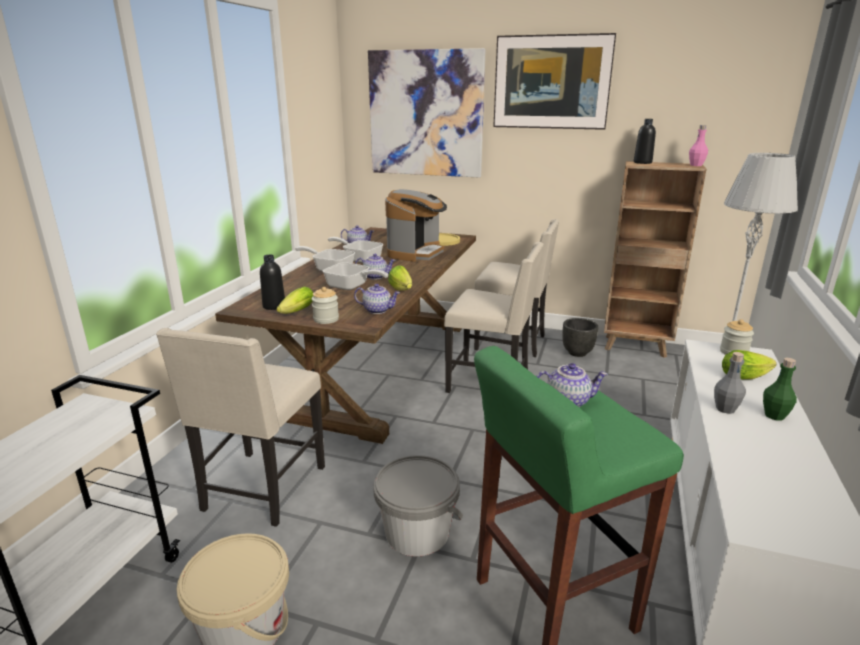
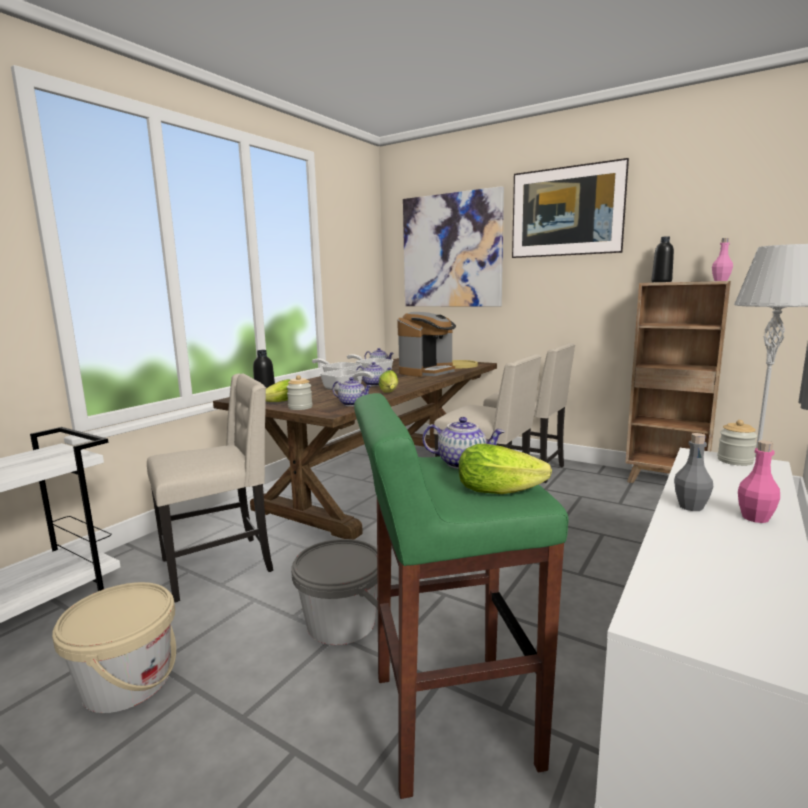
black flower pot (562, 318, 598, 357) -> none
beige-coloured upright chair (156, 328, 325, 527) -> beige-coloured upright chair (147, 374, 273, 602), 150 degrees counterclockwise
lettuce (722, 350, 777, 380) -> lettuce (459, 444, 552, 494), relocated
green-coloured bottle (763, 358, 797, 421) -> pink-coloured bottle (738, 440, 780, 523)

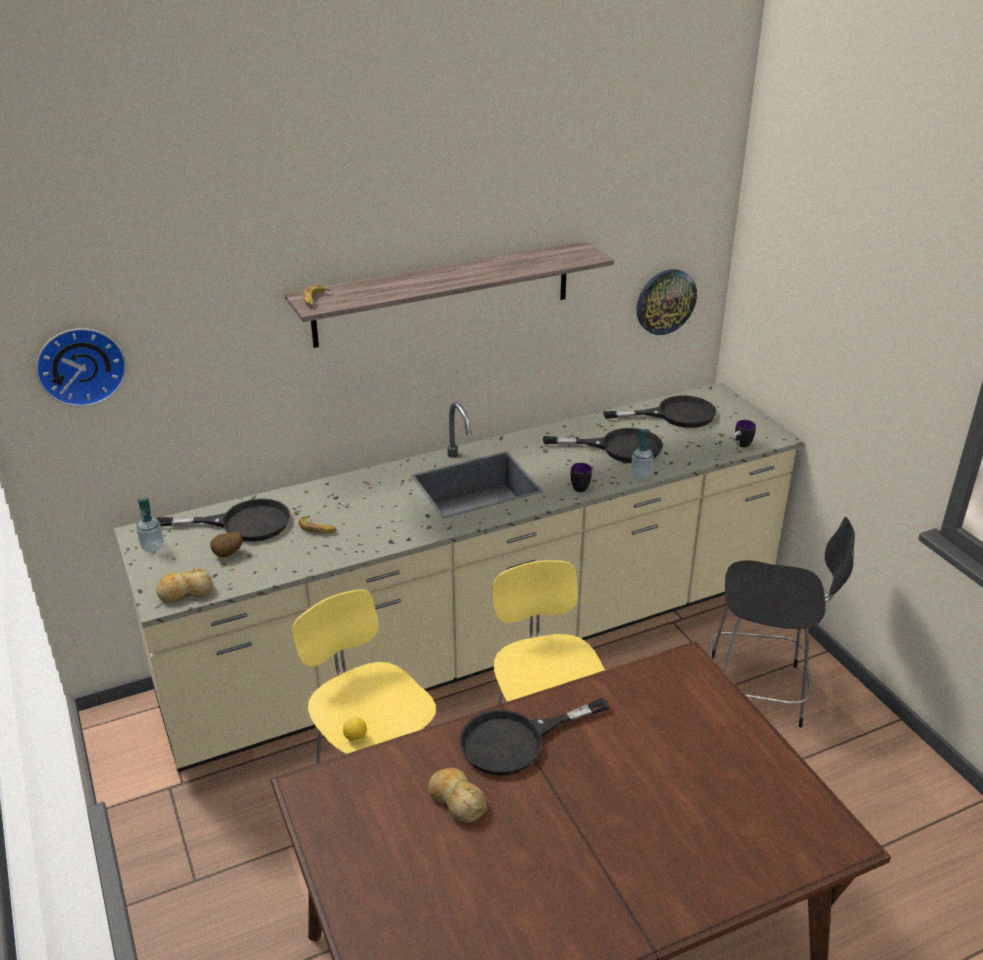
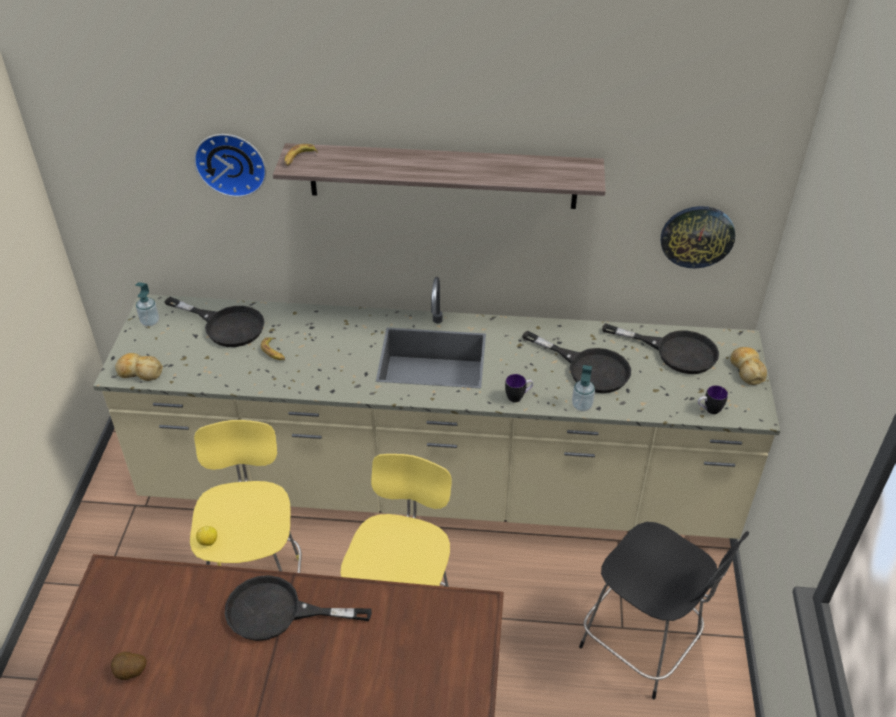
hanging clock (36, 328, 126, 407) -> hanging clock (194, 134, 266, 197), relocated
potato (210, 532, 243, 557) -> potato (111, 652, 147, 680), relocated
bakery bread (428, 768, 487, 823) -> bakery bread (730, 347, 767, 385), relocated

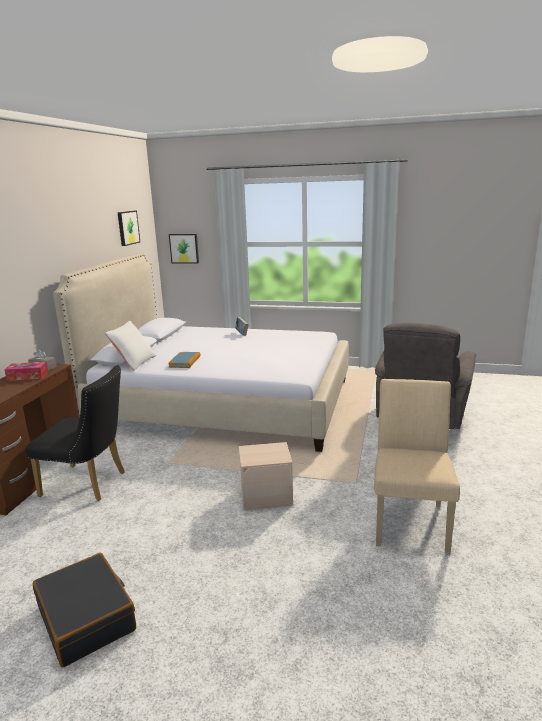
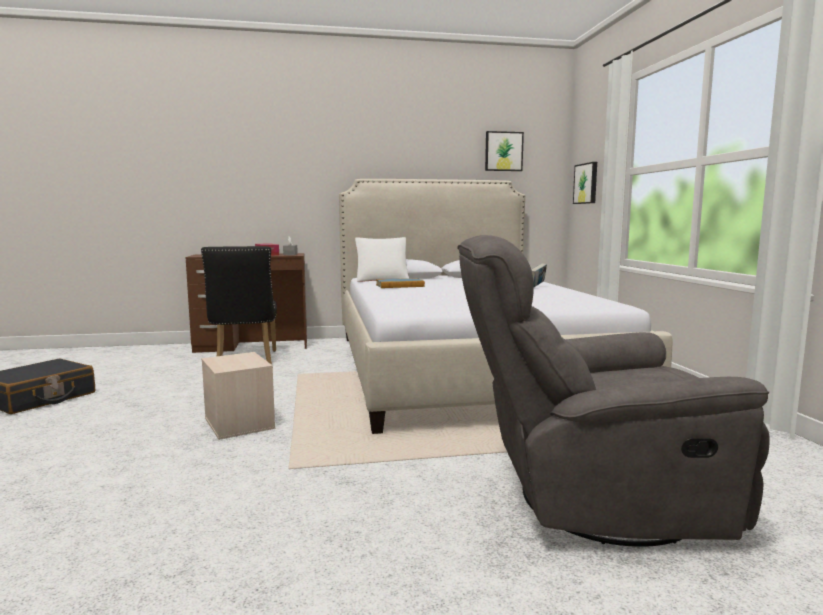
beige-coloured upright chair (374, 379, 460, 554) -> none

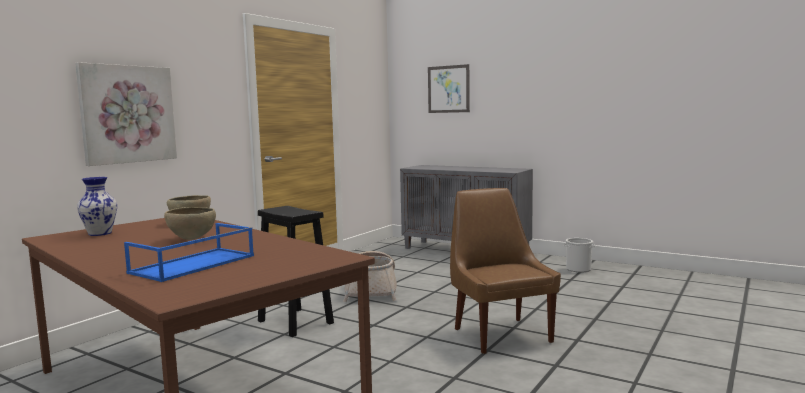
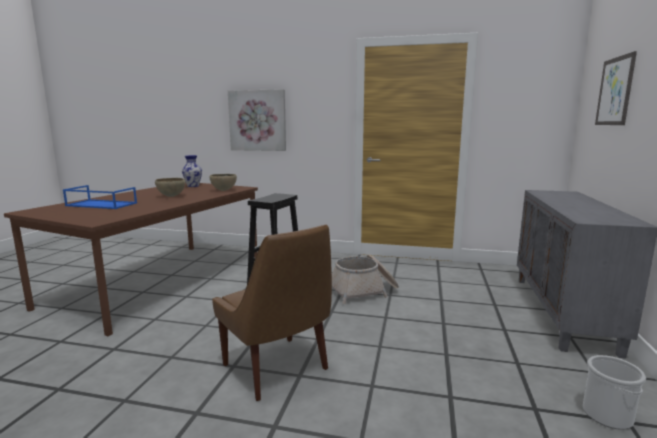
brownish upright chair (450, 188, 561, 354) -> brownish upright chair (212, 225, 332, 401), 90 degrees clockwise

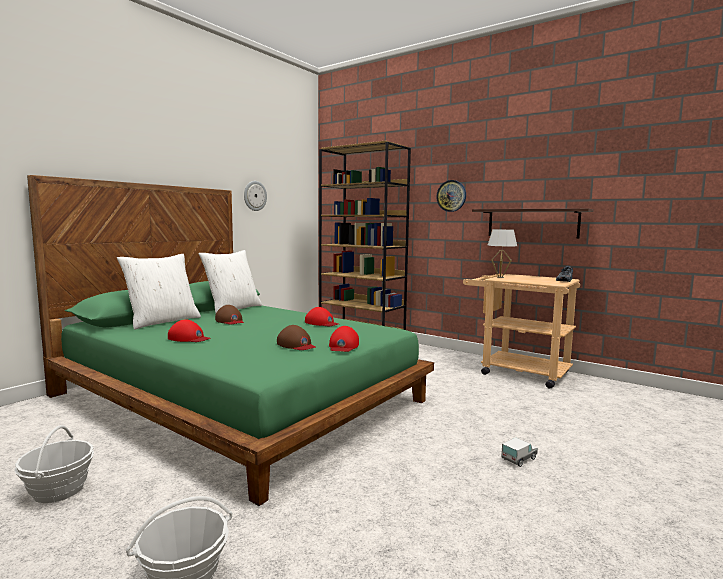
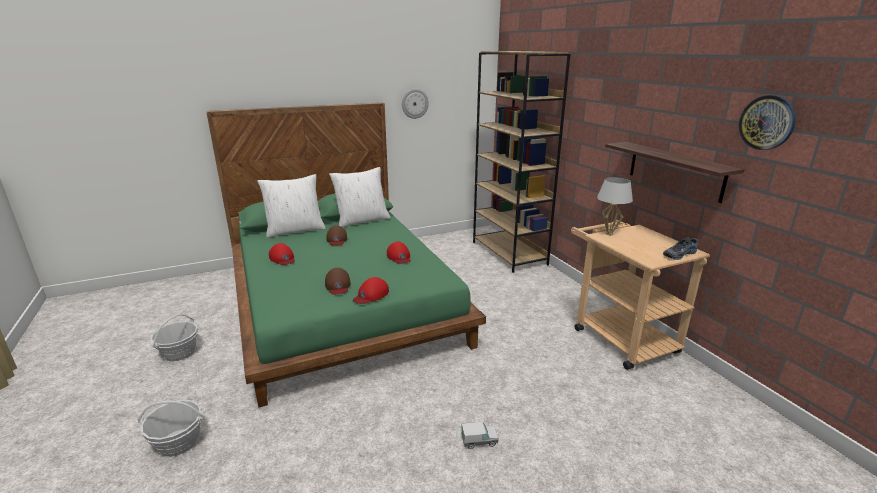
hanging clock (436, 180, 466, 212) -> hanging clock (739, 95, 796, 150), relocated

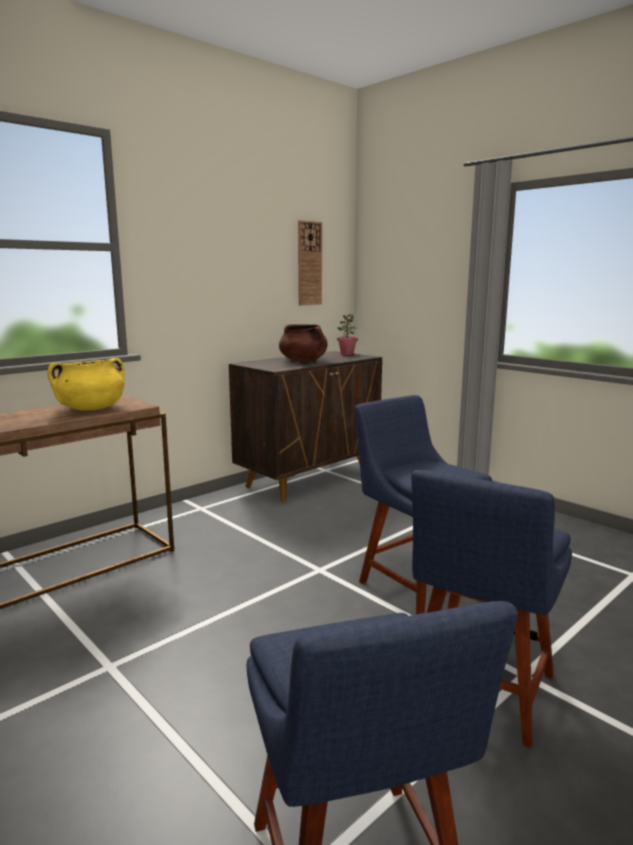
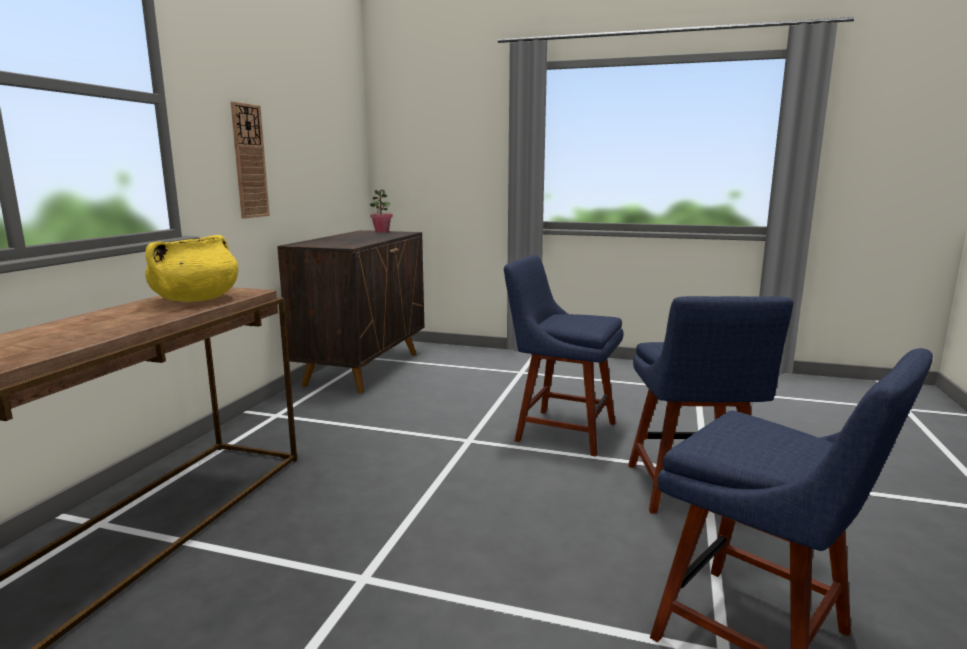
hanging clock (298, 220, 322, 305) -> hanging clock (231, 102, 270, 219), relocated
brownish cooking pot (279, 324, 328, 362) -> none

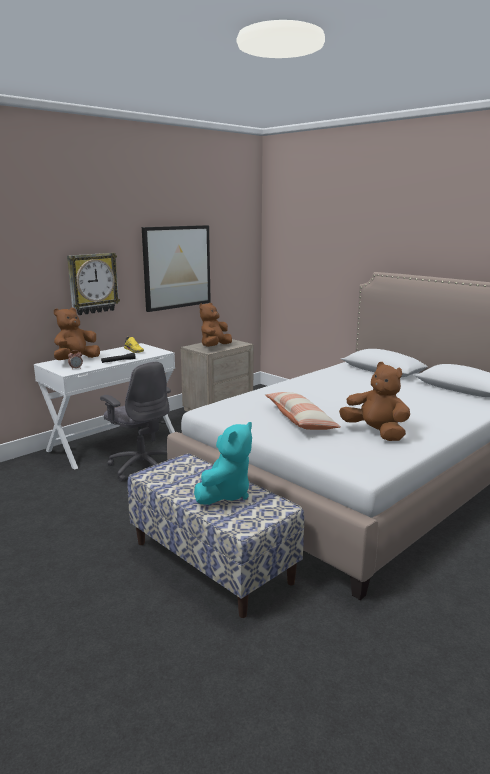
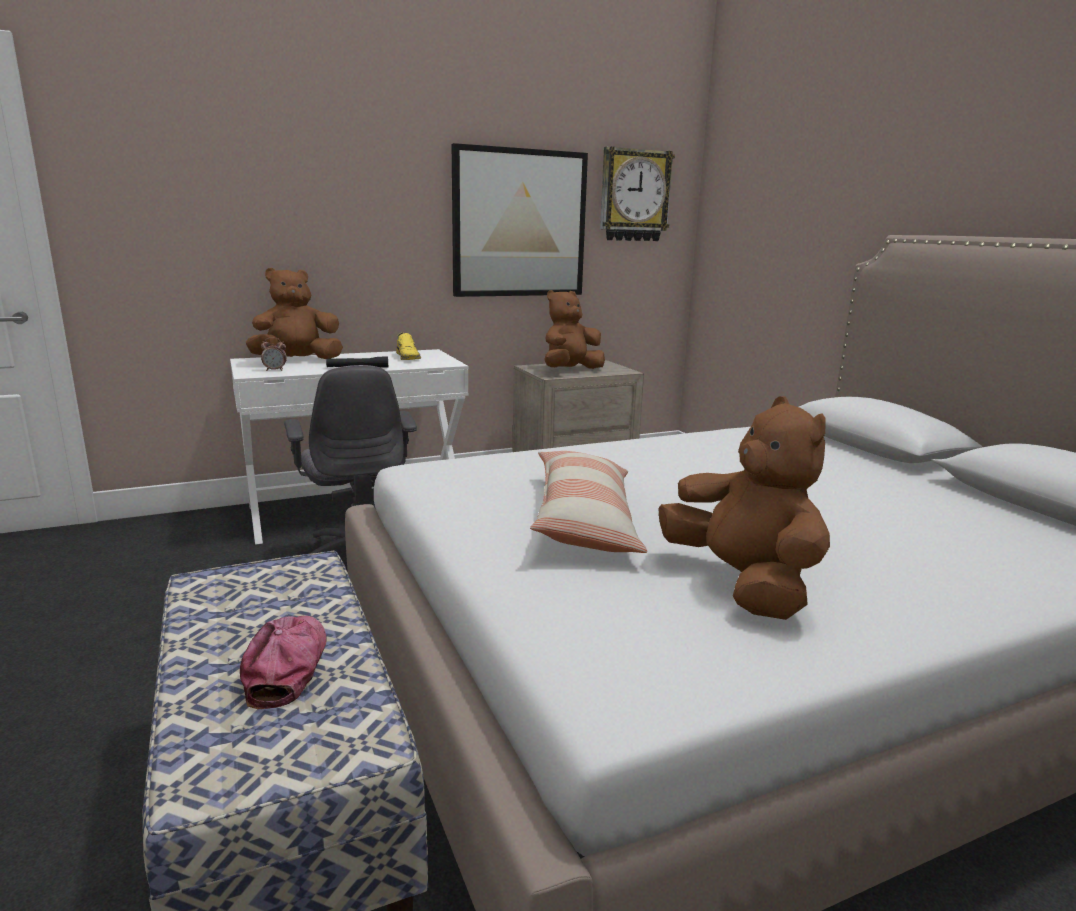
hanging clock (67, 253, 120, 315) -> hanging clock (600, 146, 675, 241), relocated
turquoise-coloured cuddly toy (194, 422, 252, 505) -> baseball cap (240, 616, 327, 709)

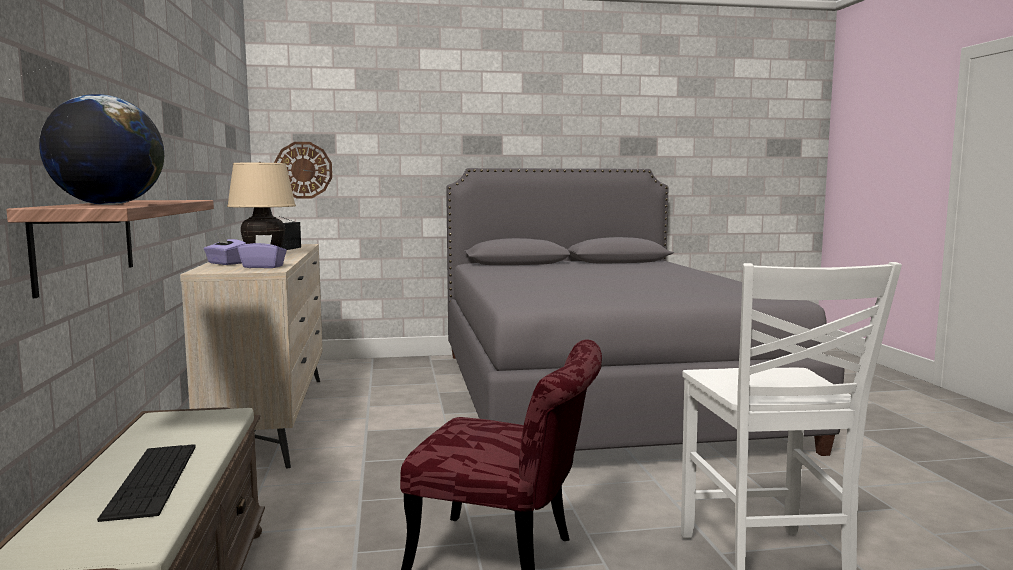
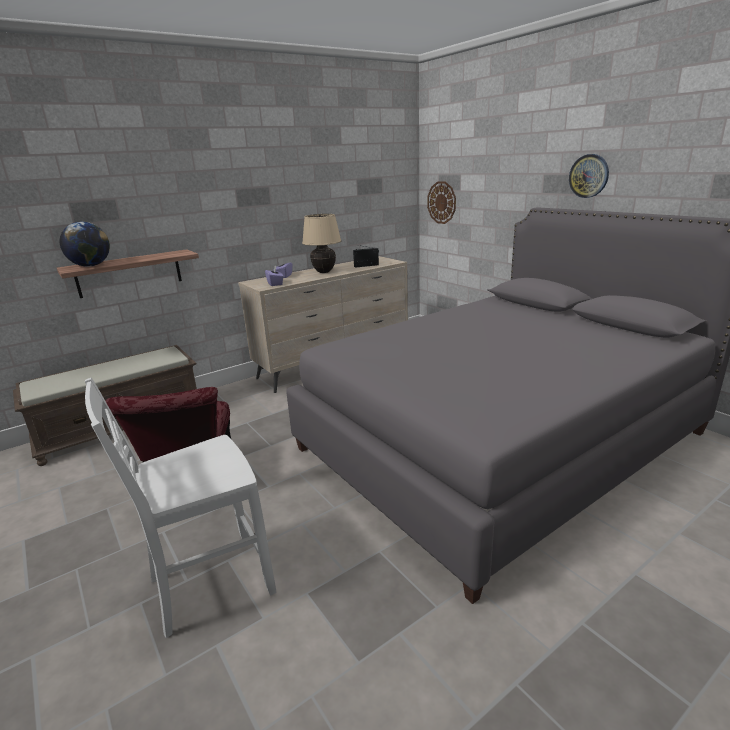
keyboard (97, 444, 196, 522) -> none
none -> hanging clock (569, 154, 609, 198)

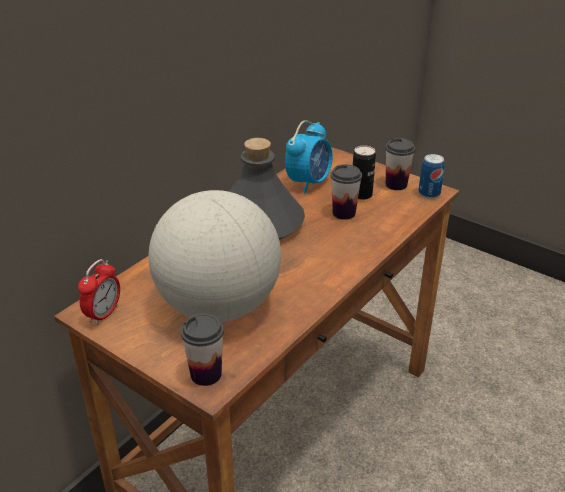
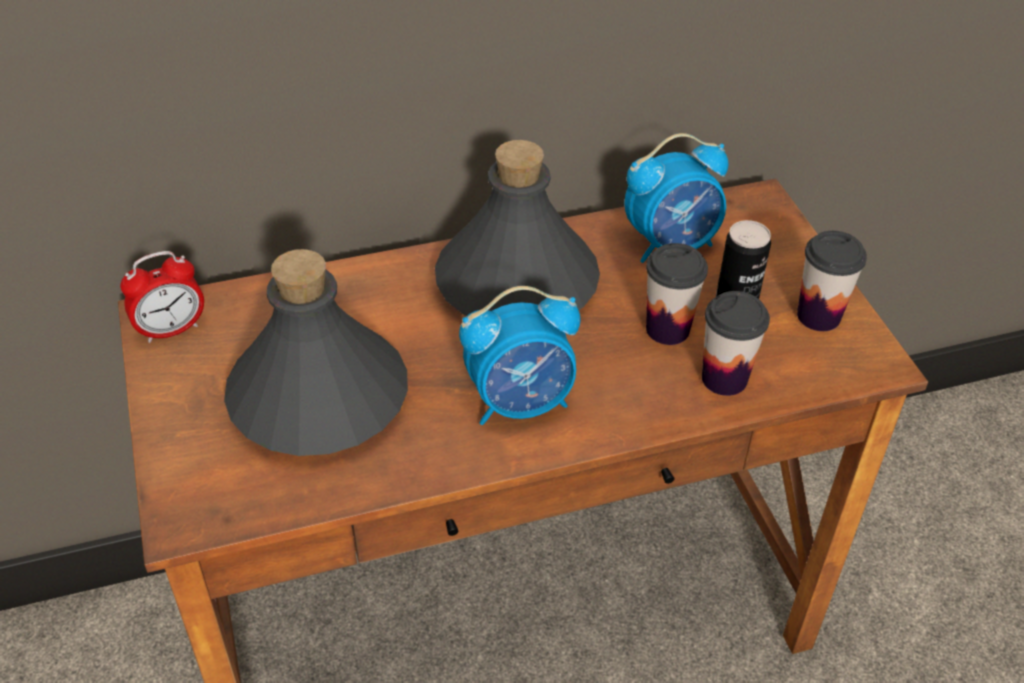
metal can (418, 154, 445, 199) -> none
world globe (148, 190, 281, 322) -> grey bottle (224, 249, 408, 456)
cup (181, 313, 224, 386) -> cup (702, 291, 770, 396), relocated
none -> alarm clock (459, 286, 581, 425)

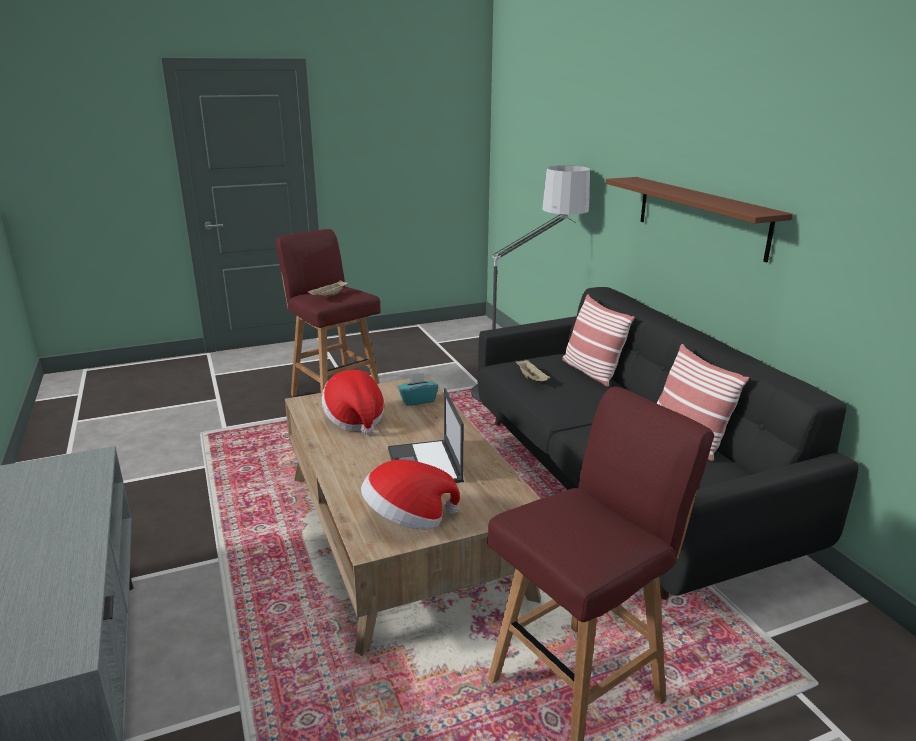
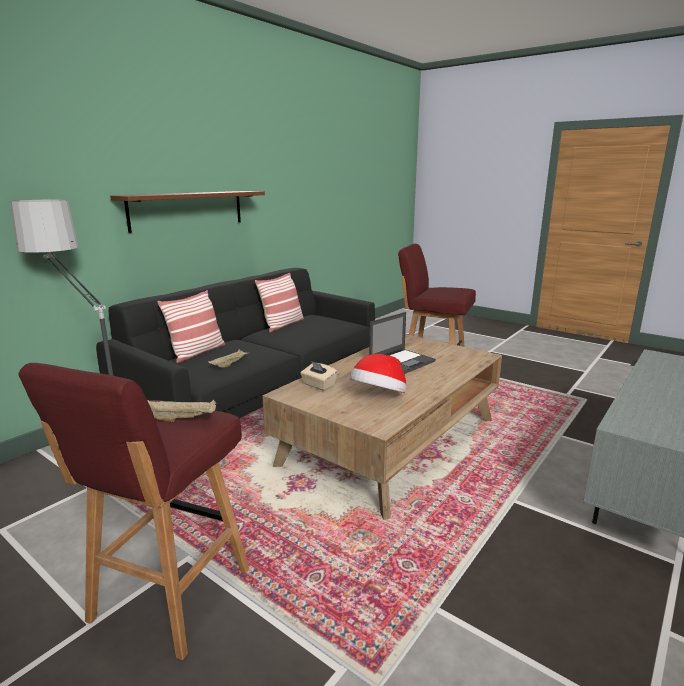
turquoise-coloured tissue holder (398, 373, 438, 406) -> beige-coloured tissue holder (300, 361, 338, 391)
wearable hat (361, 459, 460, 530) -> none

